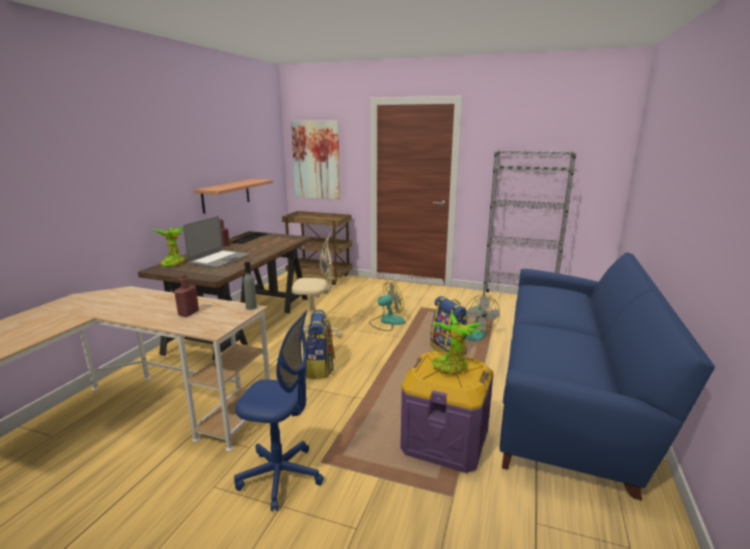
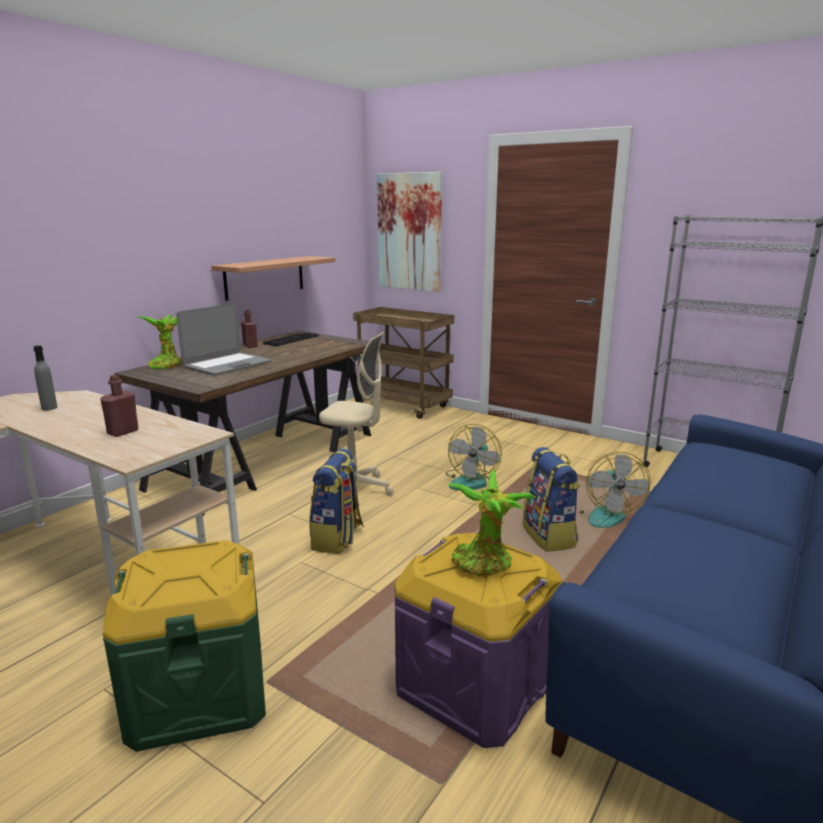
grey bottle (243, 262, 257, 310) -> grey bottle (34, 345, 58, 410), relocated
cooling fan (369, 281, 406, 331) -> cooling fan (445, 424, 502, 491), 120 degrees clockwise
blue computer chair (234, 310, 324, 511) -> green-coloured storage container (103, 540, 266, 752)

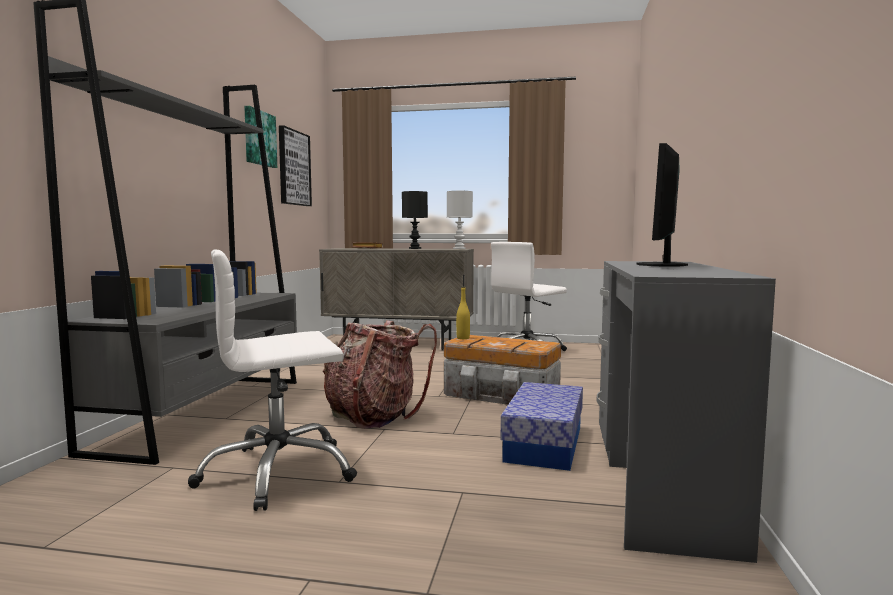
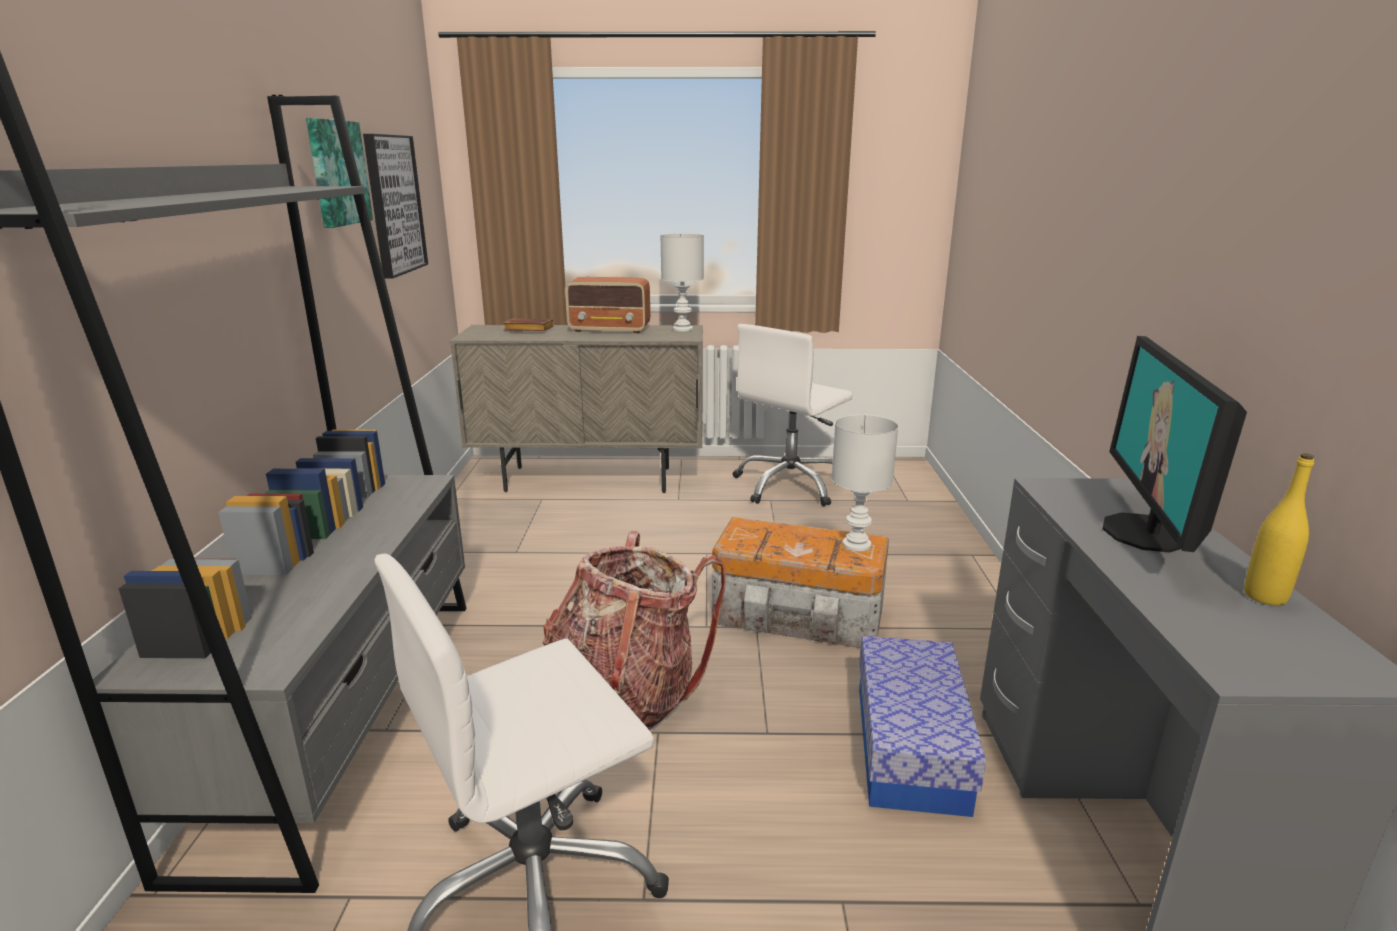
black table lamp (402, 191, 428, 249) -> radio set (565, 277, 650, 333)
yellowish bottle (456, 287, 470, 339) -> yellowish bottle (1244, 453, 1314, 606), relocated
none -> white-coloured table lamp (832, 414, 898, 551)

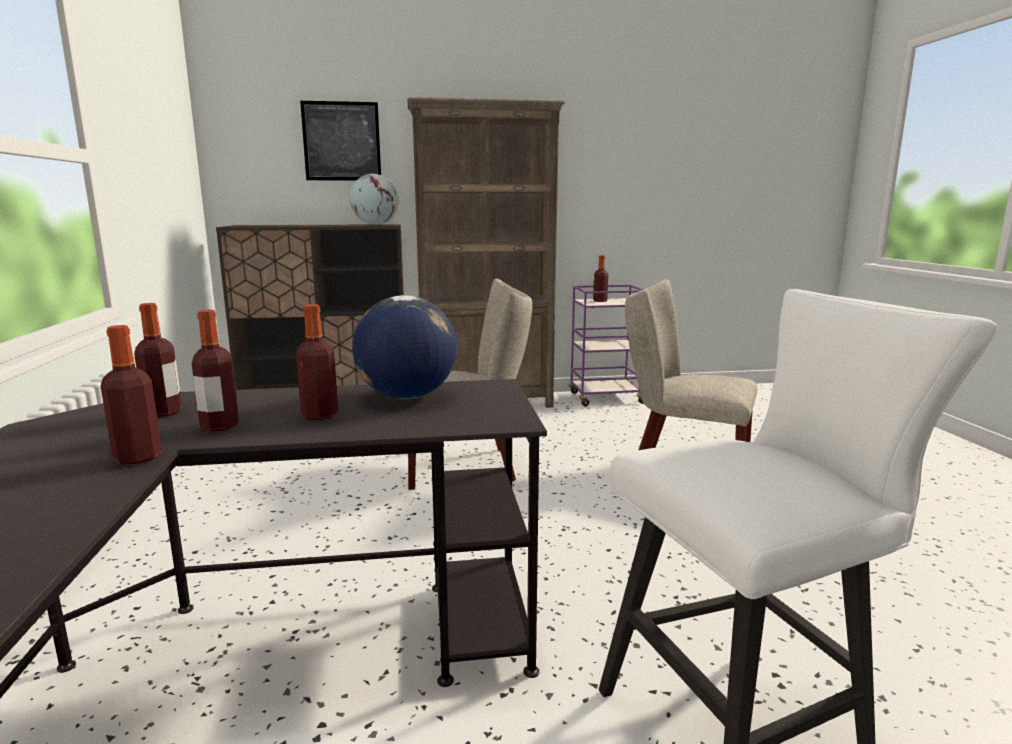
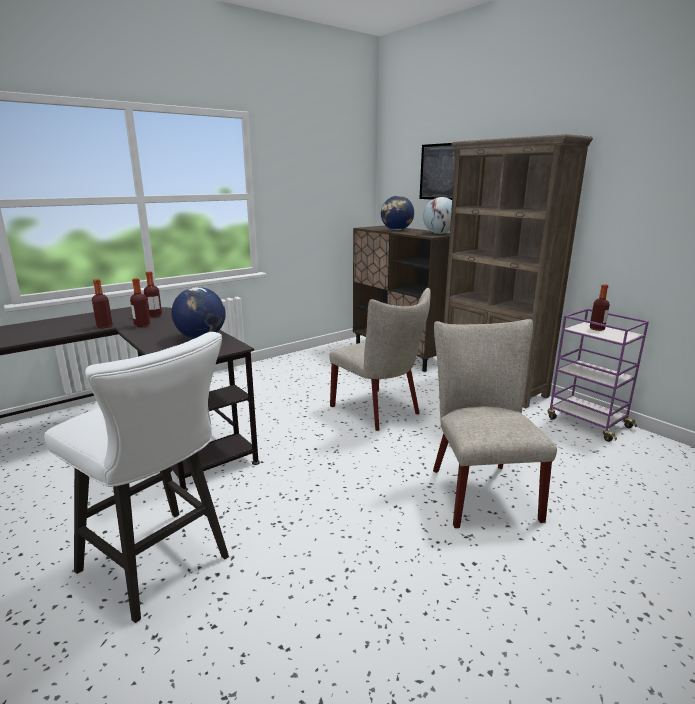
bottle (296, 304, 338, 420) -> none
none -> world globe (381, 196, 414, 230)

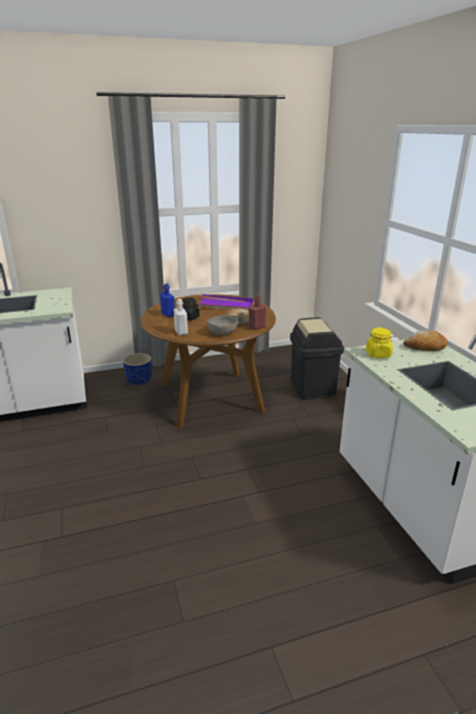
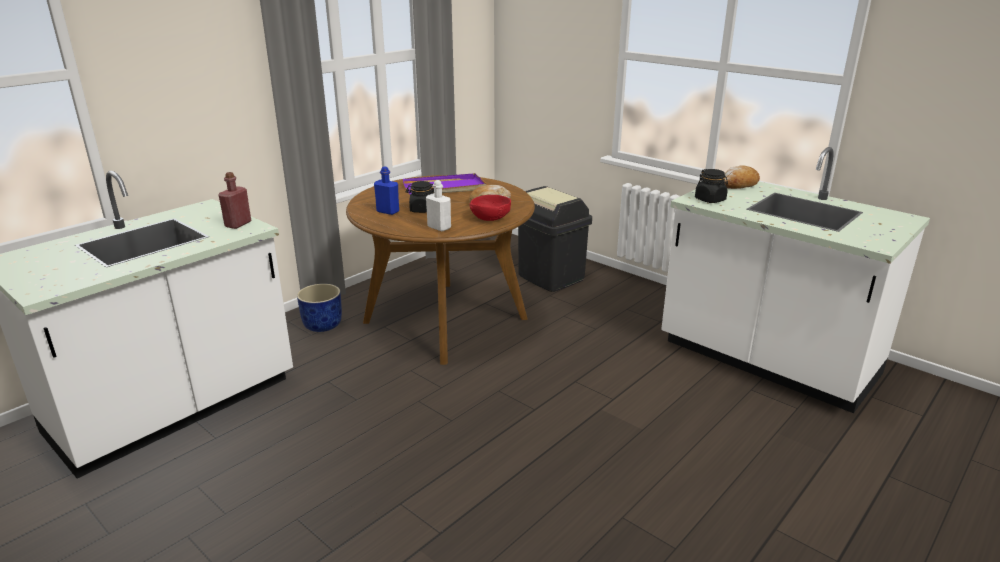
reddish bottle (249, 295, 266, 330) -> reddish bottle (218, 172, 251, 229), relocated
grey serving bowl (206, 315, 238, 335) -> reddish serving bowl (470, 195, 511, 221)
yellowish jar (366, 328, 393, 358) -> black jar (695, 169, 728, 203)

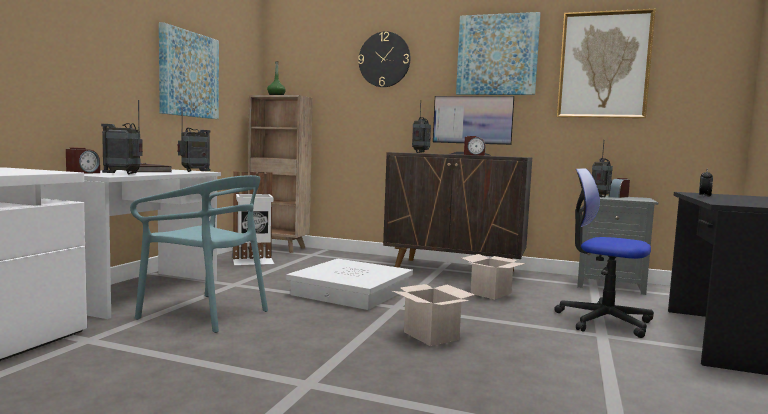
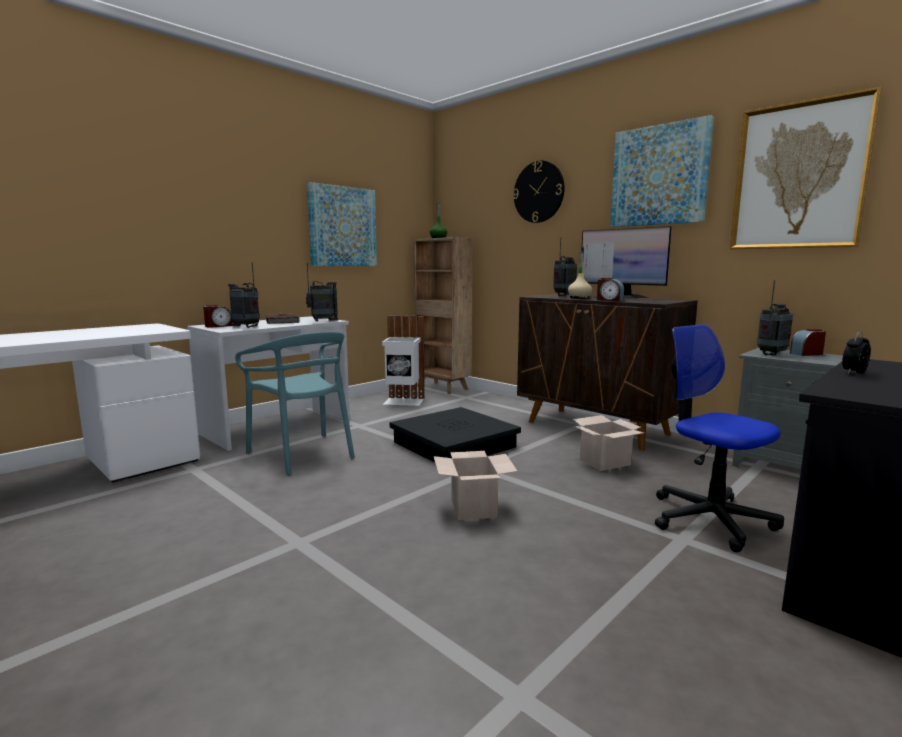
white-coloured storage container (286, 259, 413, 310) -> black storage container (390, 407, 521, 462)
none -> beige-coloured bottle (568, 252, 592, 299)

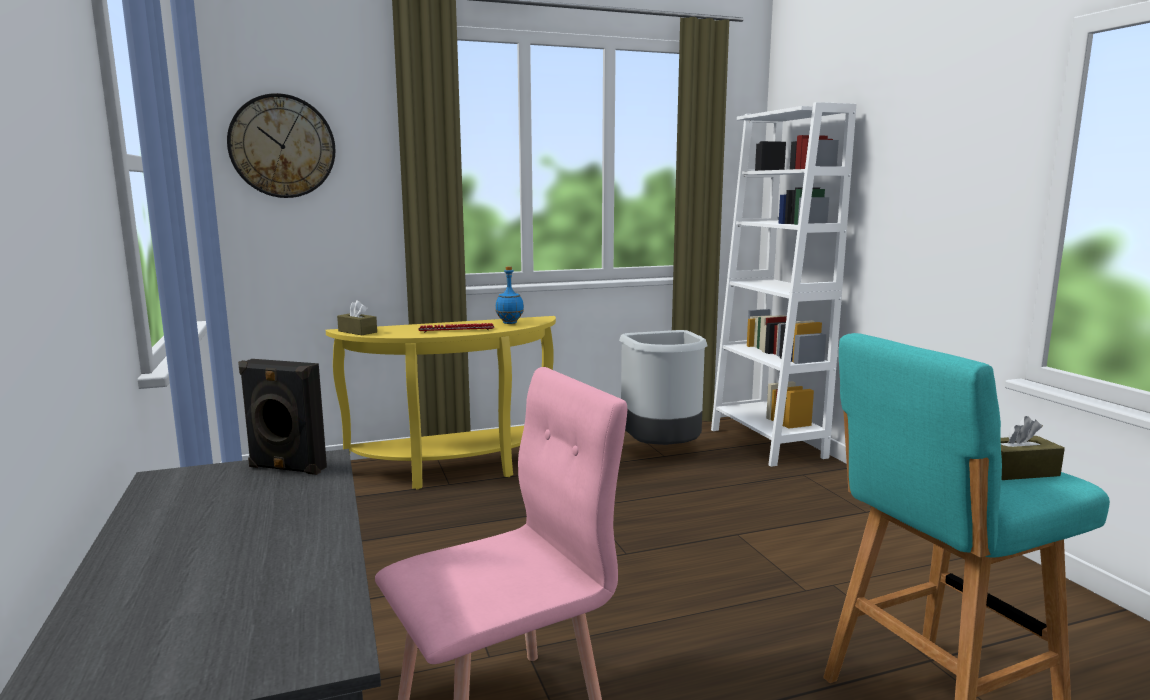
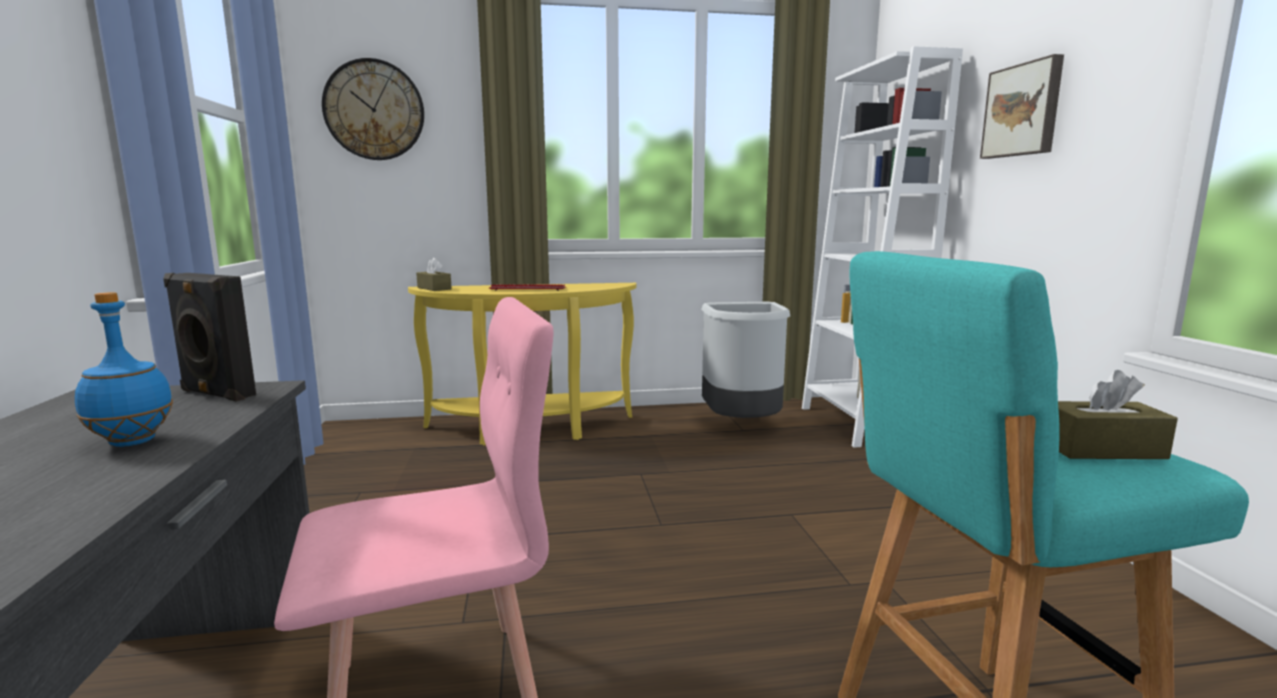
blue bottle (495, 266, 524, 324) -> blue bottle (75, 292, 173, 447), relocated
none -> picture (980, 54, 1064, 159)

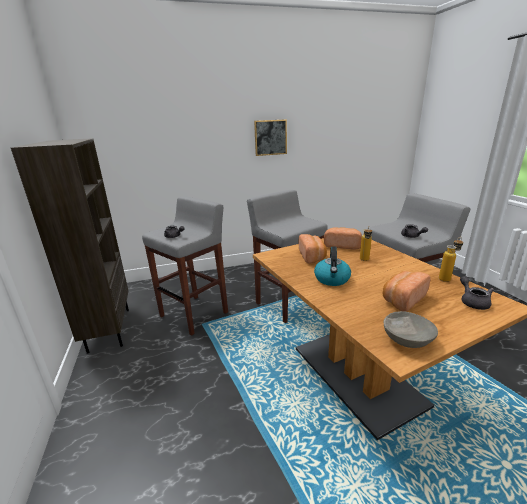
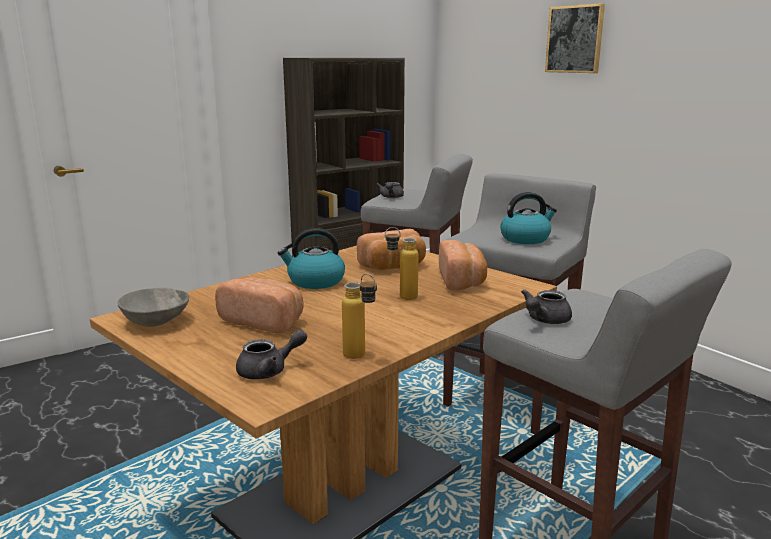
picture (254, 119, 287, 156) -> picture (545, 3, 605, 73), relocated
none -> water kettle (500, 192, 557, 244)

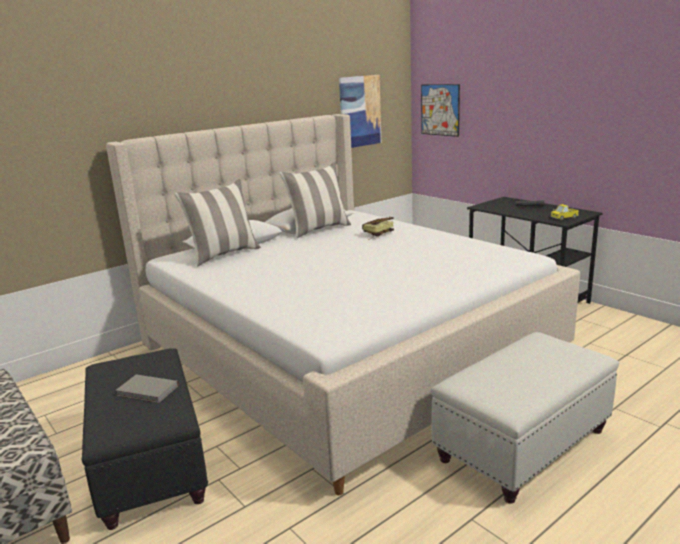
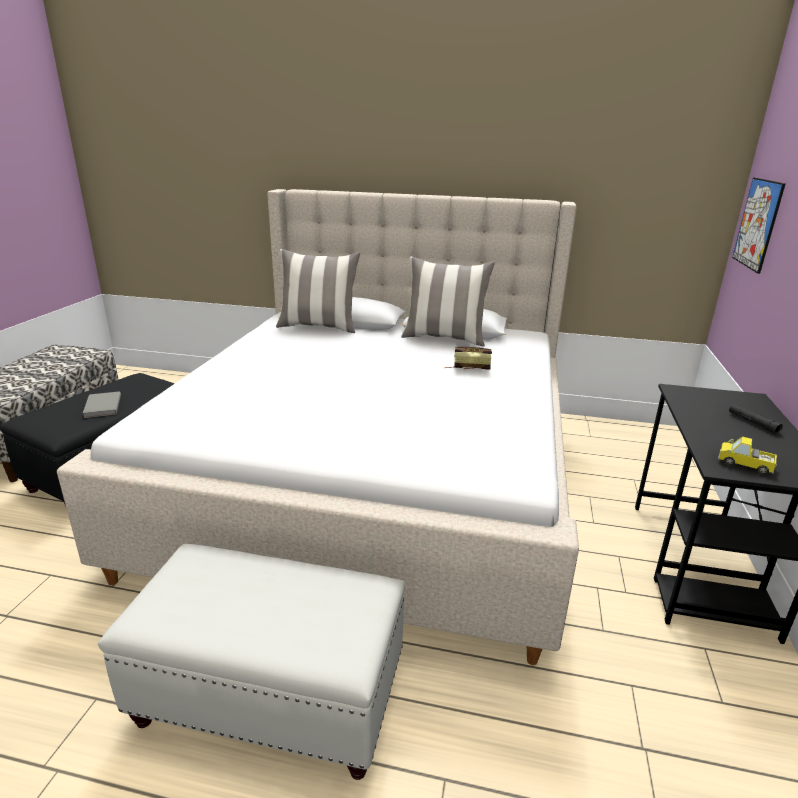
picture (339, 75, 381, 148) -> none

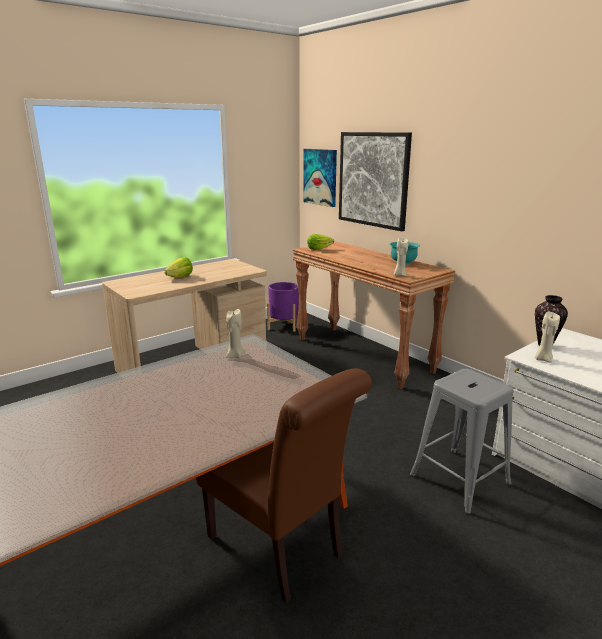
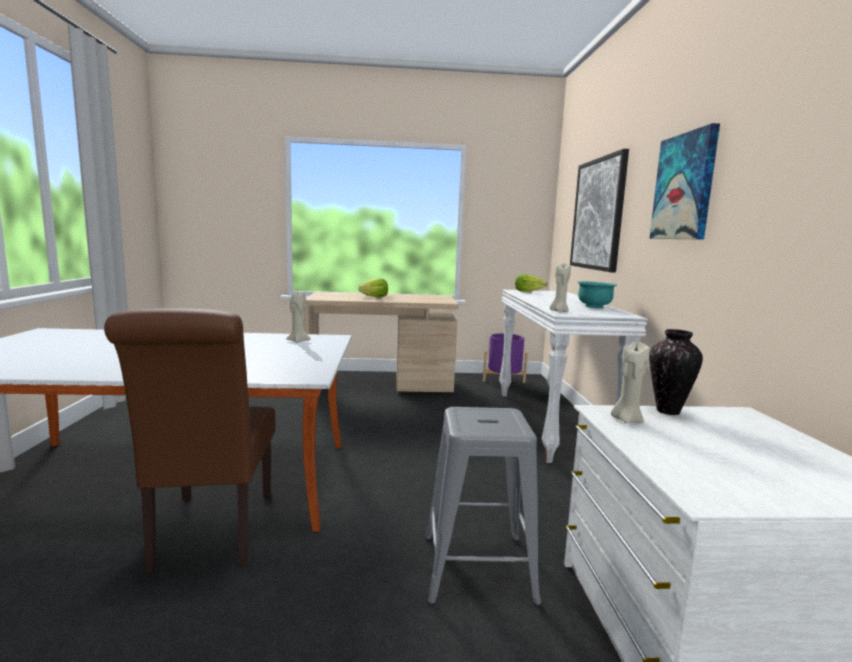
picture (304, 149, 337, 207) -> picture (650, 123, 720, 240), relocated
brownish narrow table (293, 242, 455, 389) -> white-coloured narrow table (499, 290, 648, 463)

